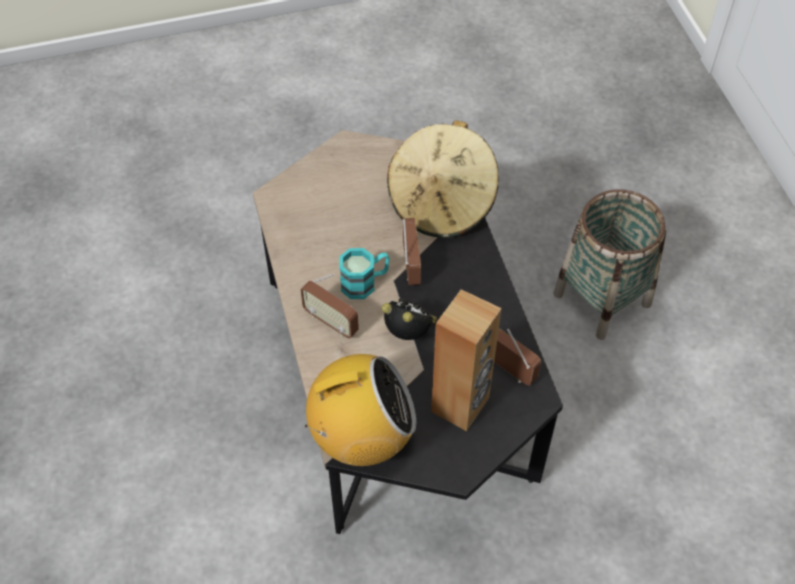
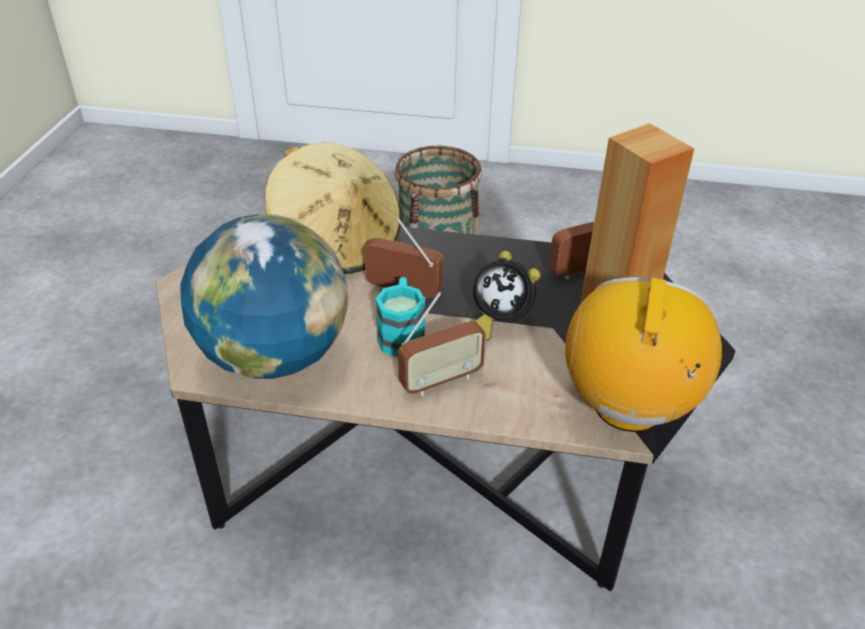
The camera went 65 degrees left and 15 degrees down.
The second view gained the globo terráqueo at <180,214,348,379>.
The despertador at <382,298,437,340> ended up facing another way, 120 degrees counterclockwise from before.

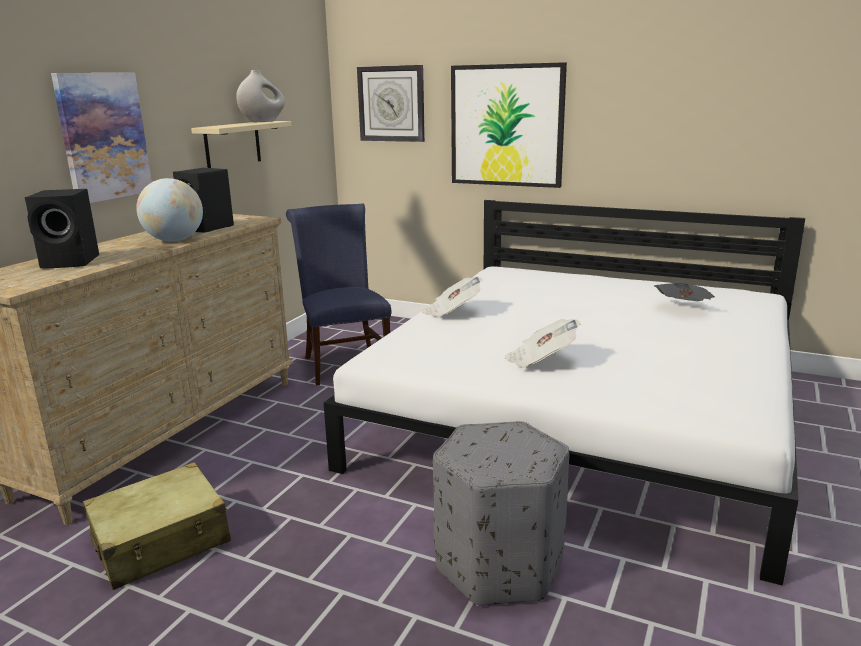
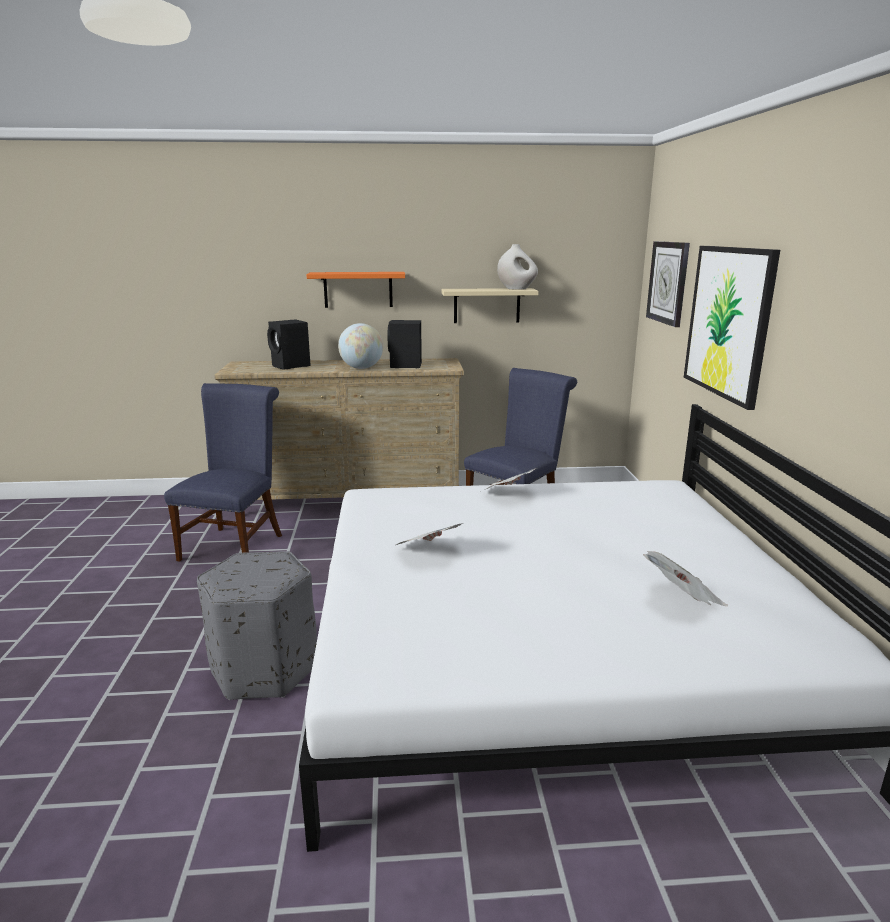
The camera went 60 degrees right and 0 degrees up.
Where the maleta [beis] stood at <83,462,231,590>, the silla [azul] came to stand at <164,383,282,561>.
Where the cuadro hung at <51,73,152,203>, the estante [naranja] came to hang at <306,272,405,308>.

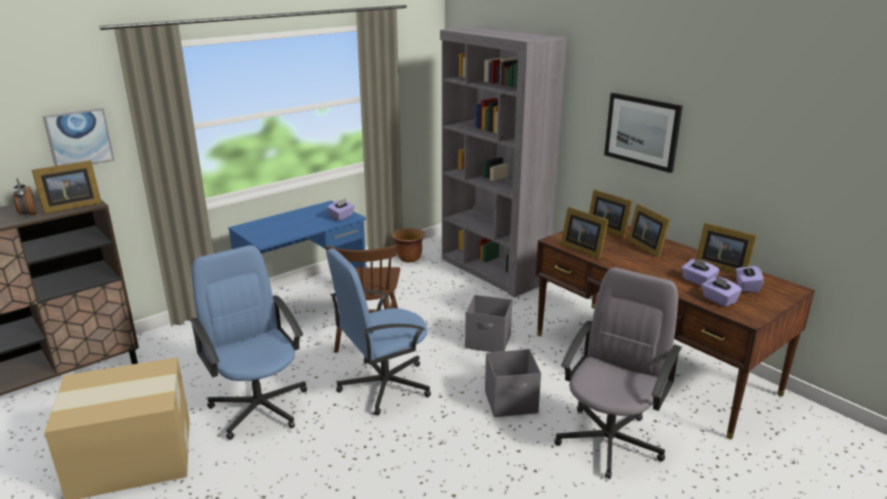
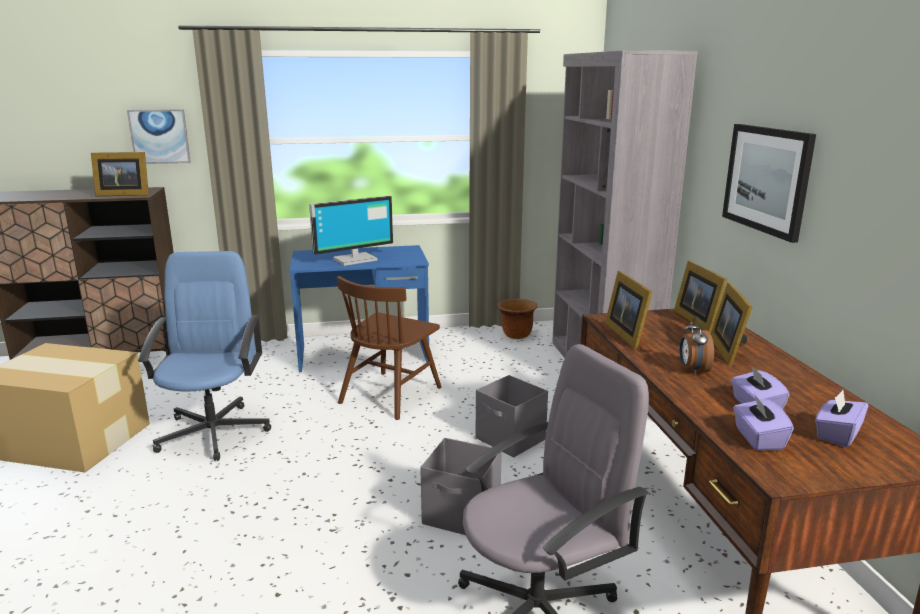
The camera went 30 degrees right and 5 degrees down.
The second view gained the monitor at <309,196,393,266>.
The despertador ended up elsewhere, having gone from <13,178,37,218> to <680,316,714,375>.
The second view lost the caja de pañuelos [morado] at <327,198,355,221>.
The second view lost the silla de oficina [azul] at <327,248,431,415>.
The second view lost the portarretratos at <696,223,757,274>.

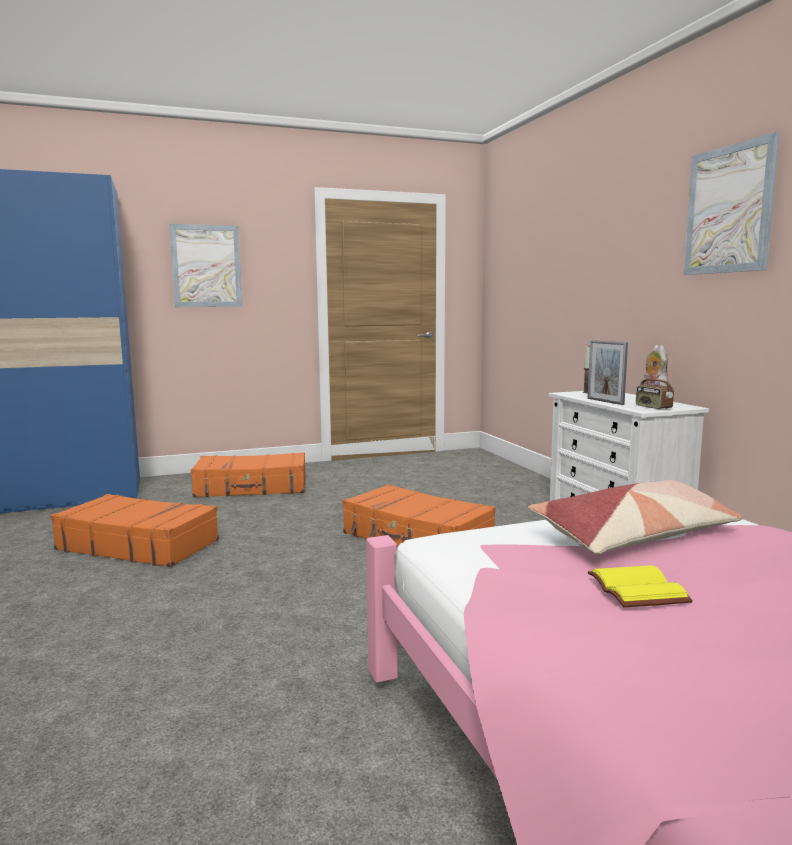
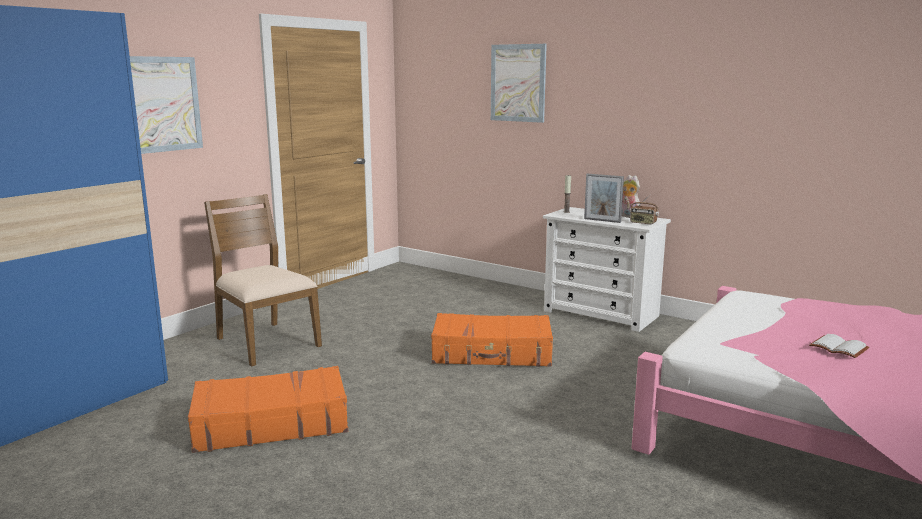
The camera went 35 degrees left and 5 degrees up.
Where the maleta [naranja] stood at <191,452,306,497>, the silla [marrón] came to stand at <204,194,322,367>.
The cuadro ended up elsewhere, having gone from <683,132,780,275> to <491,44,547,123>.
What was the libro [amarillo] at <588,565,693,607> turned into the libro [blanco] at <809,334,869,358>.
The second view lost the cojín at <528,480,744,554>.

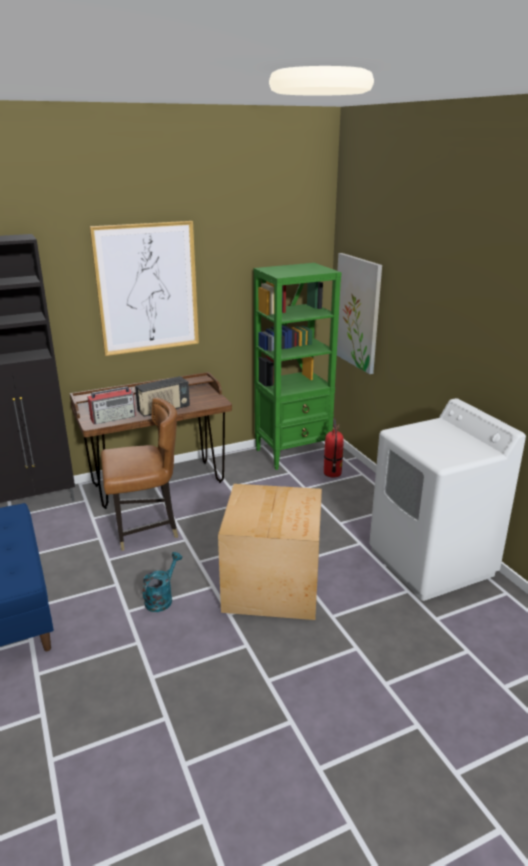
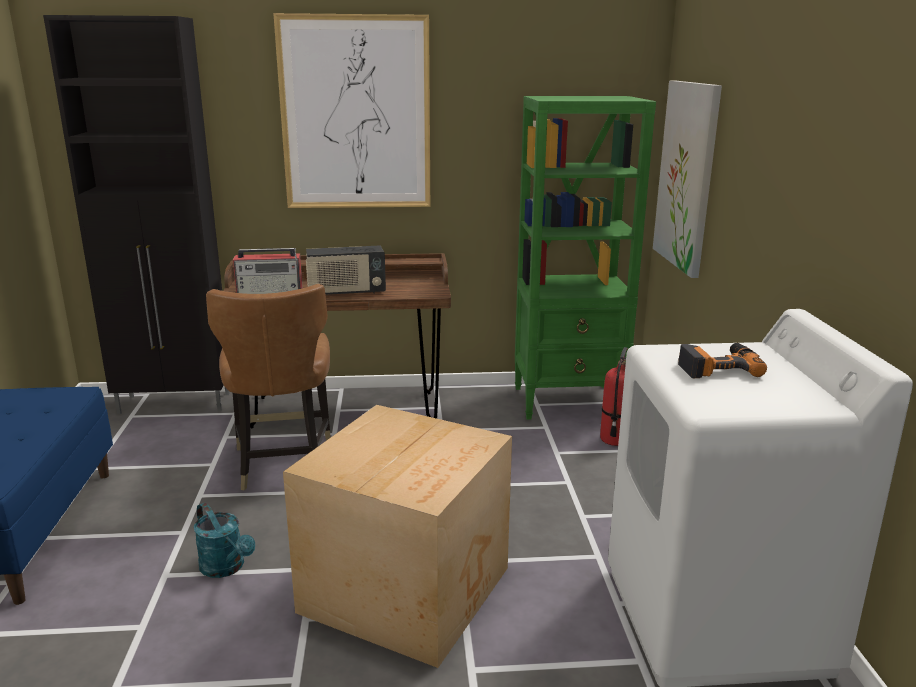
The camera went 20 degrees right and 5 degrees down.
The regadera [turquesa] at <143,552,182,612> ended up facing another way, 90 degrees clockwise from before.
The silla [marrón] at <101,397,178,551> ended up facing another way, 75 degrees clockwise from before.
The second view gained the taladro at <678,343,767,378>.

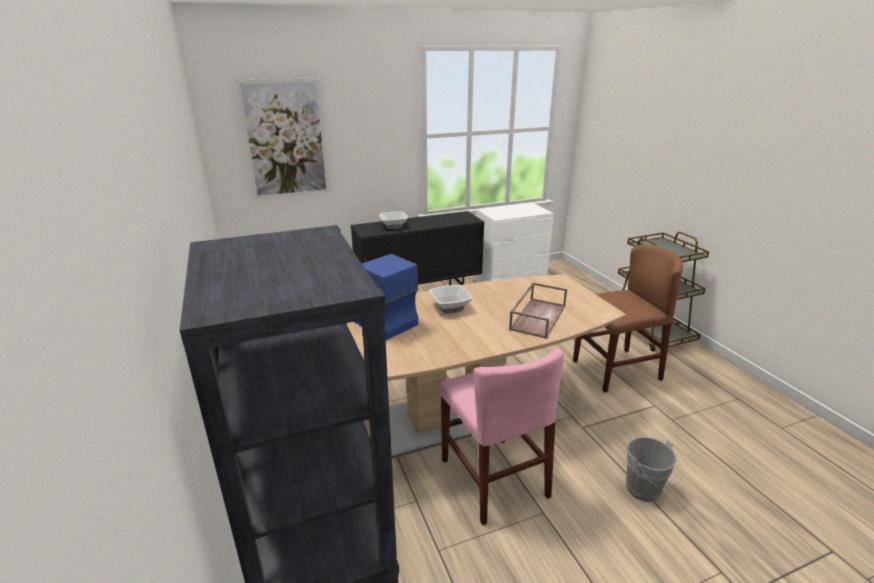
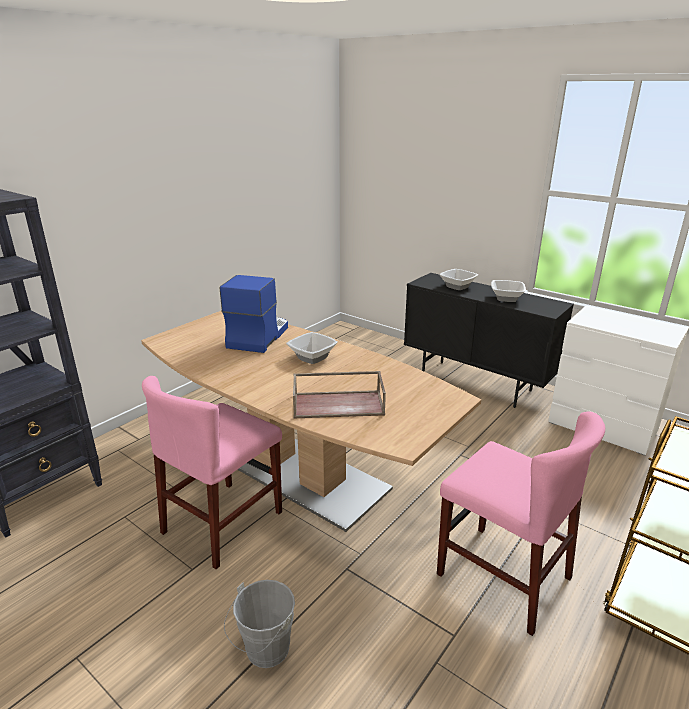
The camera went 60 degrees right and 0 degrees up.
What was the silla [marrón] at <573,245,683,393> turned into the silla [rosa] at <437,411,605,636>.
The second view gained the cuenco at <491,280,526,302>.
The second view lost the cuadro at <235,78,330,200>.

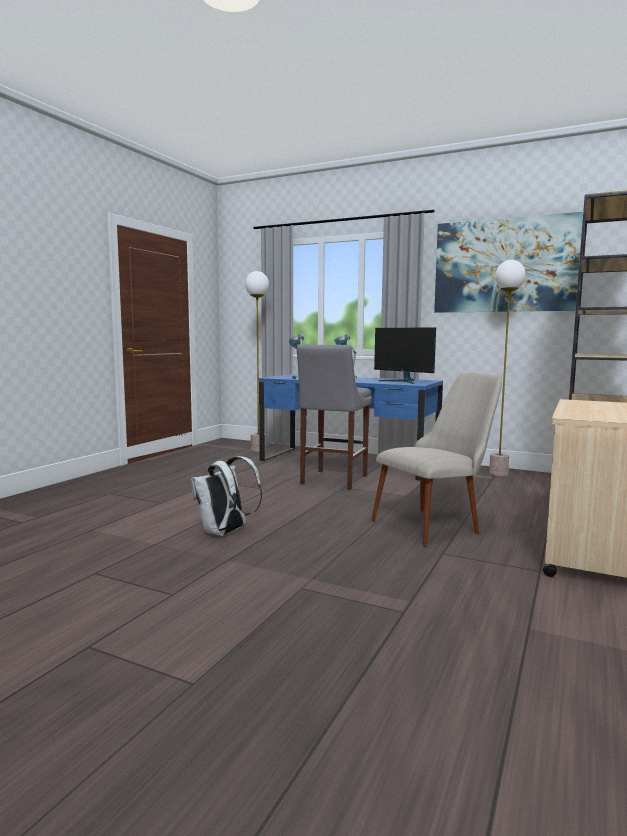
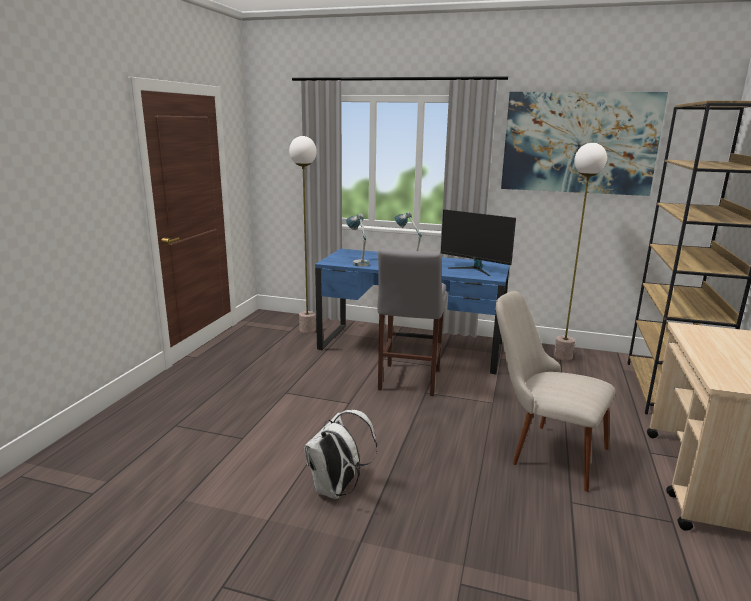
The camera went 10 degrees left and 10 degrees up.
The silla [beis] at <371,372,502,547> ended up facing another way, 105 degrees counterclockwise from before.

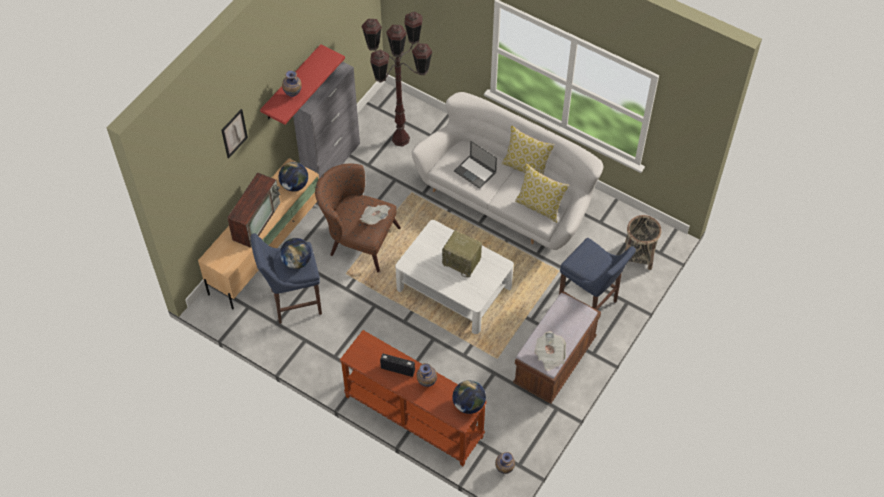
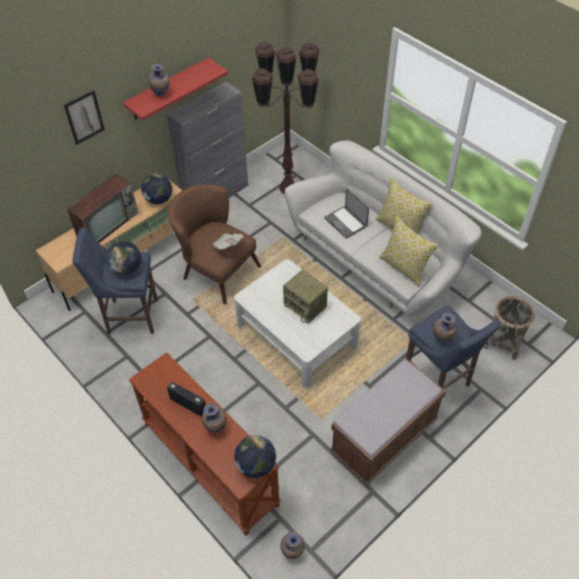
The camera went 15 degrees right and 5 degrees down.
The second view gained the florero at <433,313,457,342>.
The second view lost the periódico at <534,331,566,371>.

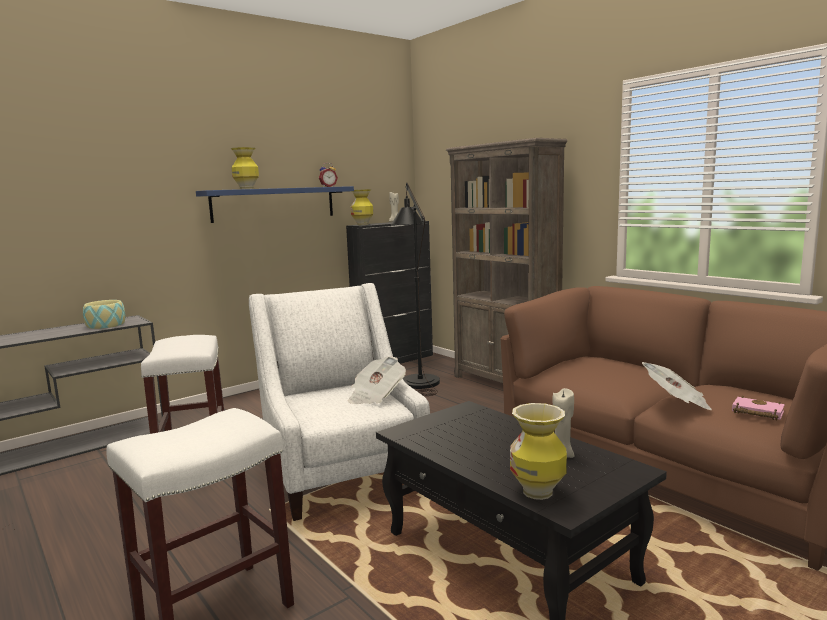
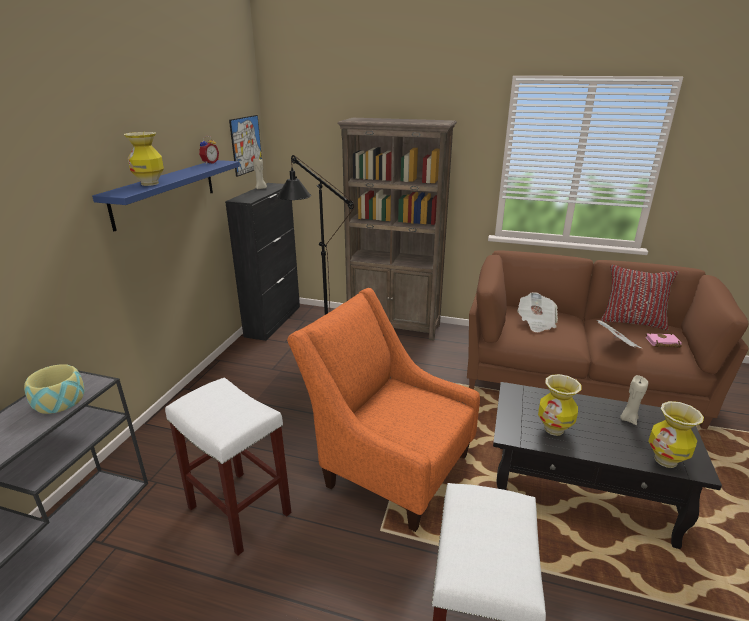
The camera went 35 degrees left and 15 degrees up.
The second view gained the cuadro at <229,115,262,177>.
What was the sillón [blanco] at <249,283,430,521> turned into the sillón [naranja] at <287,288,480,532>.
The periódico ended up elsewhere, having gone from <348,356,406,404> to <517,292,558,332>.
The florero ended up elsewhere, having gone from <351,189,373,225> to <538,374,581,436>.
The second view gained the cojín [rojo] at <601,265,679,331>.

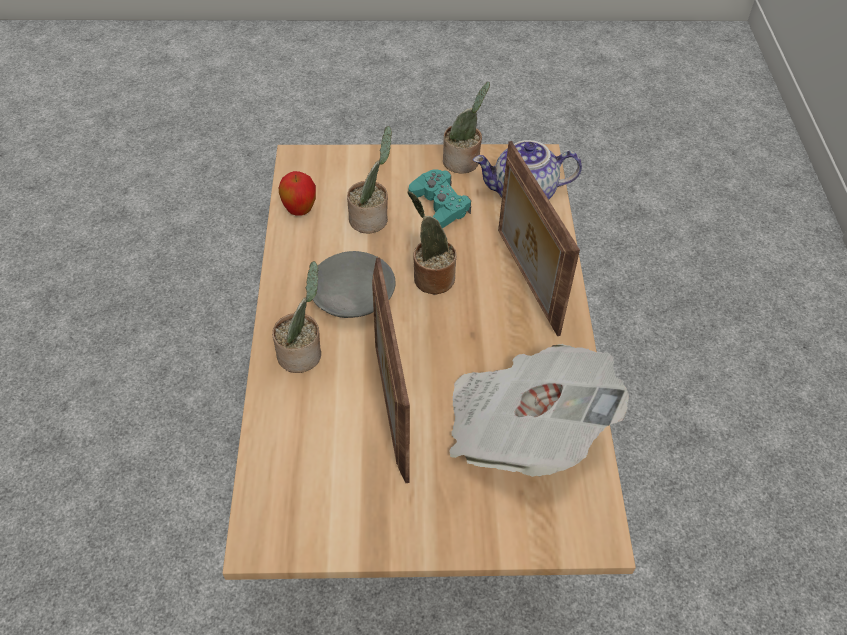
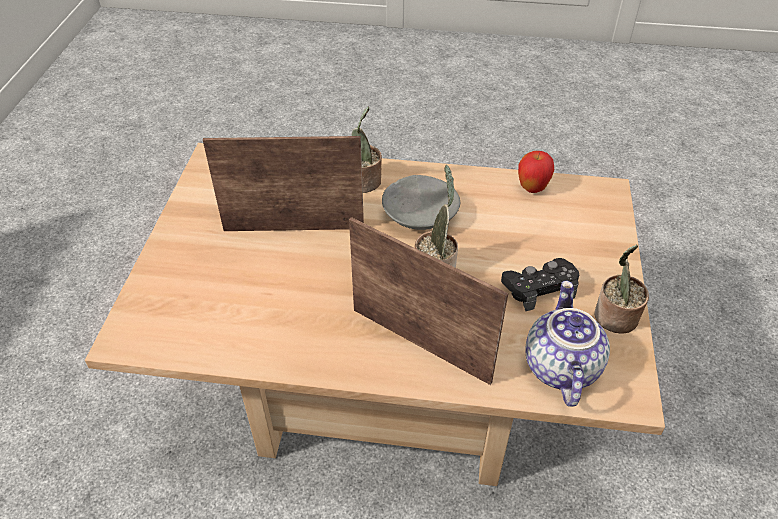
The camera went 100 degrees right and 5 degrees down.
The portarretratos at <498,141,580,336> ended up facing another way, 45 degrees clockwise from before.
What was the mando de consola [turquesa] at <409,169,471,228> turned into the mando de consola [negro] at <501,258,579,311>.
The second view lost the planta en maceta at <347,126,392,233>.
The second view lost the periódico at <449,344,629,477>.

